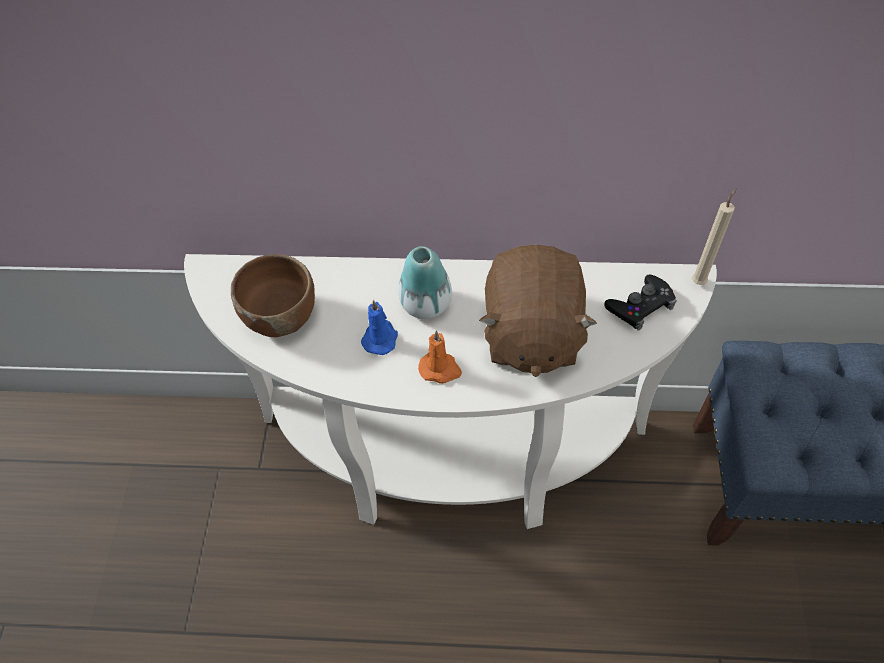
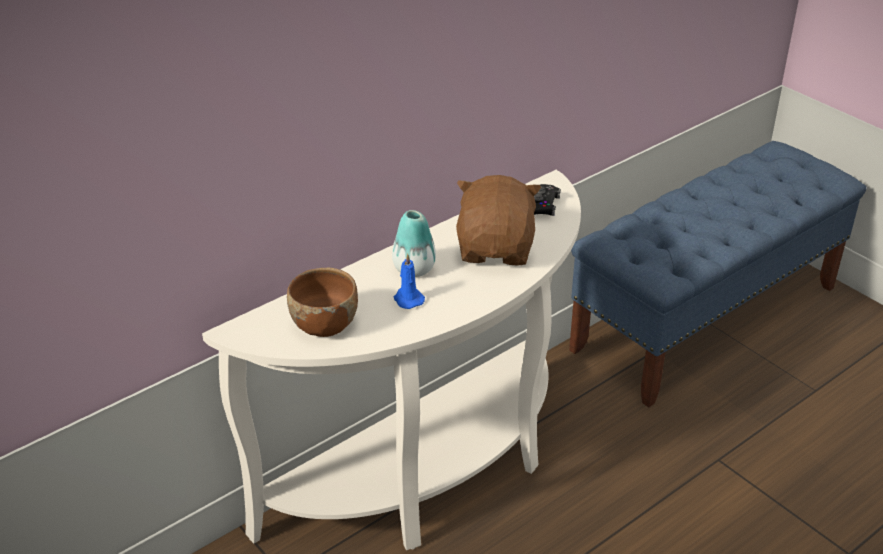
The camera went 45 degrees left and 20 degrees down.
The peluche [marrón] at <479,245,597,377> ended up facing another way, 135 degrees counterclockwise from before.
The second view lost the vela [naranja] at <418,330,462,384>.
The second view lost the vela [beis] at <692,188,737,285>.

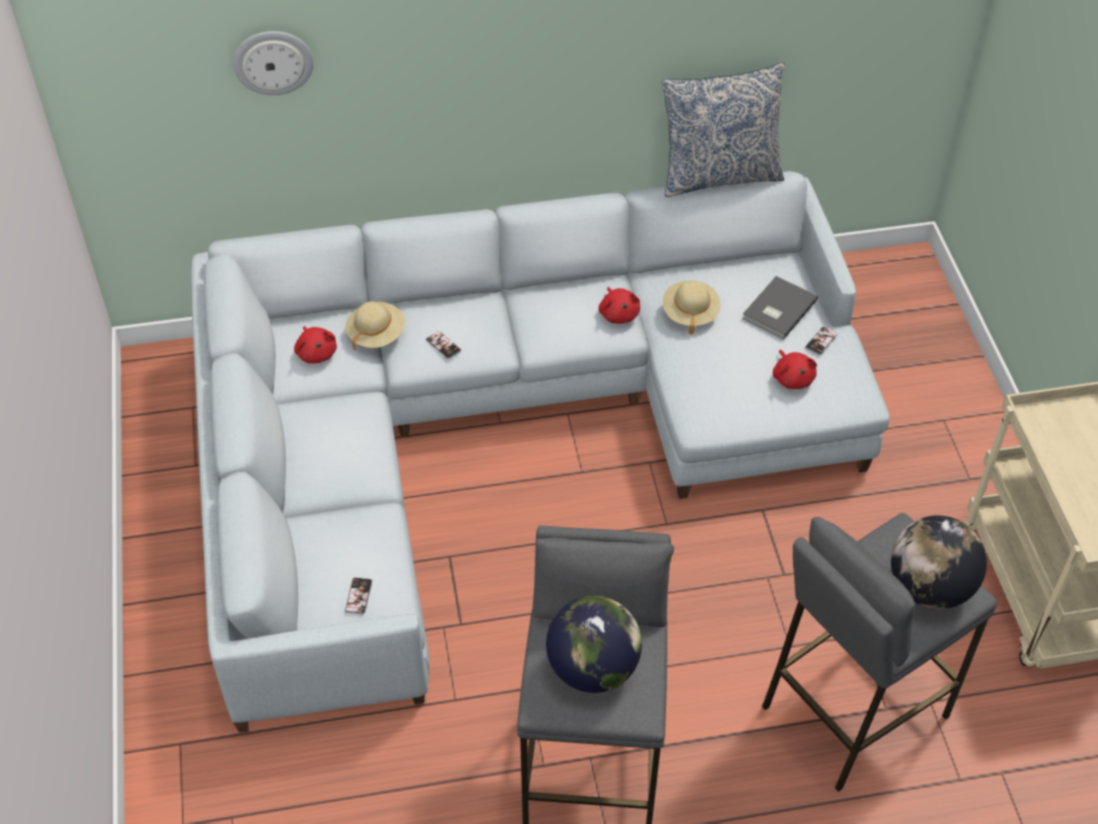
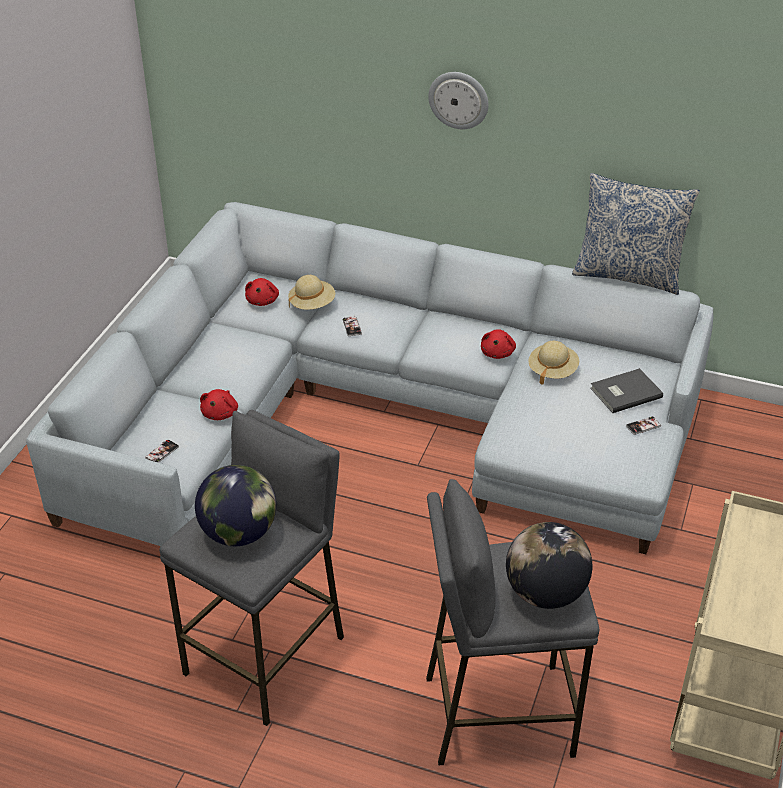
The camera went 30 degrees right and 10 degrees down.
The peluche [rojo] ended up elsewhere, having gone from <773,350,817,389> to <200,389,238,420>.
The reloj de pared ended up elsewhere, having gone from <233,31,314,95> to <428,72,488,129>.

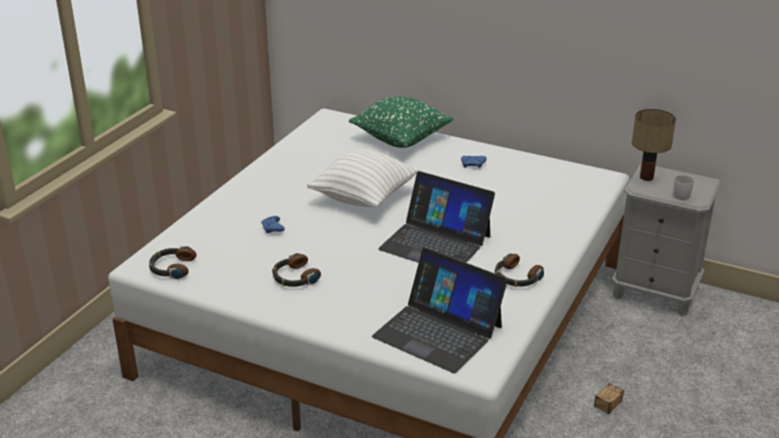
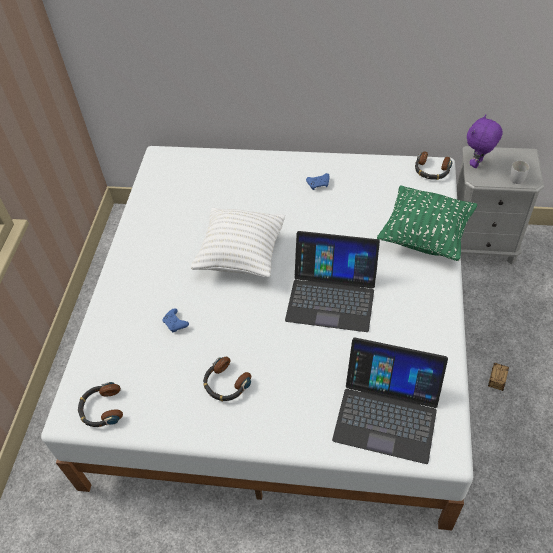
The camera went 15 degrees left and 20 degrees up.
The cojín [verde] ended up elsewhere, having gone from <349,96,453,148> to <377,185,477,261>.
The auriculares ended up elsewhere, having gone from <495,254,544,287> to <415,151,453,180>.
Where the lámpara de mesa stood at <632,109,676,181>, the peluche [morado] came to stand at <467,114,503,168>.

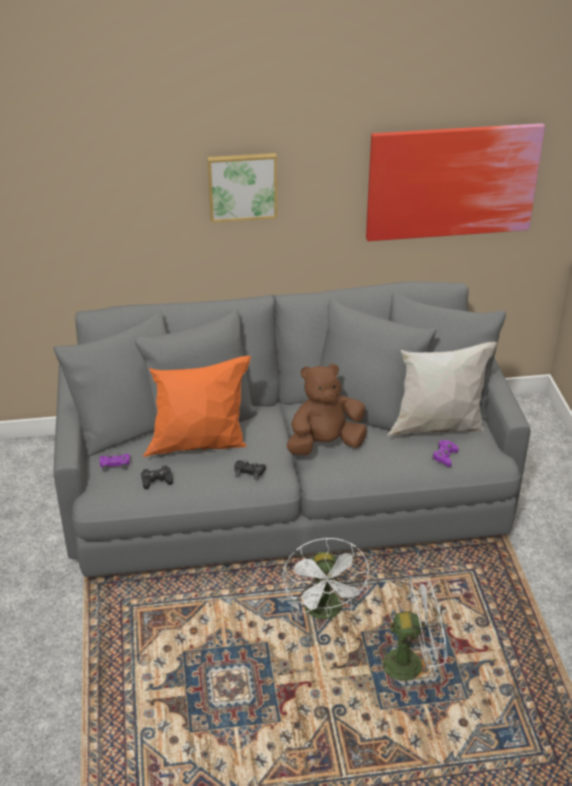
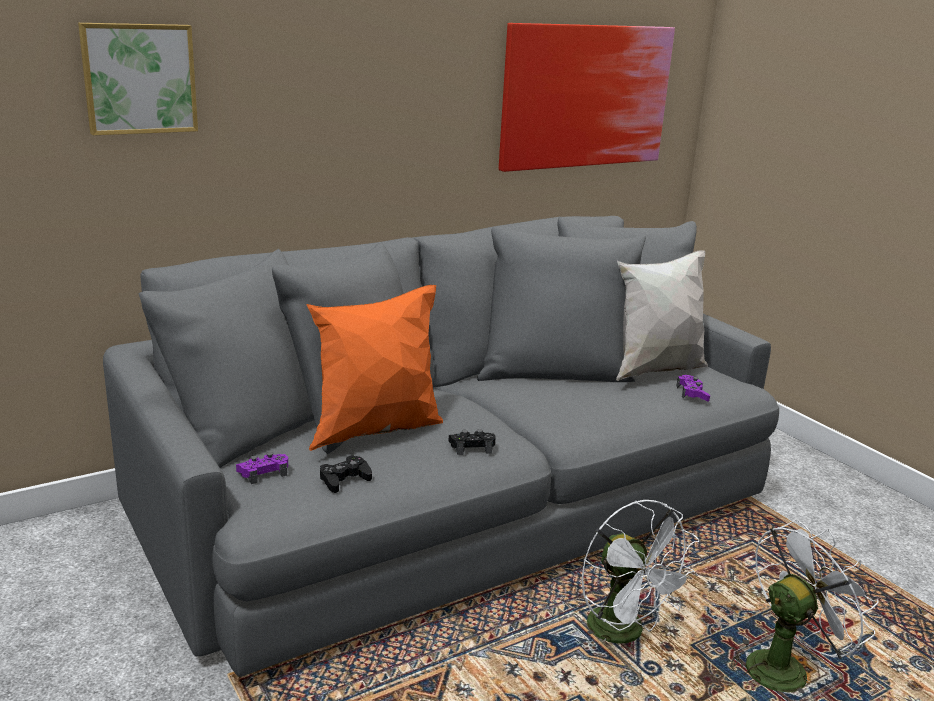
The camera went 25 degrees left and 15 degrees down.
The cuadro ended up elsewhere, having gone from <207,153,277,223> to <78,23,198,135>.
The second view lost the peluche [marrón] at <286,363,367,455>.

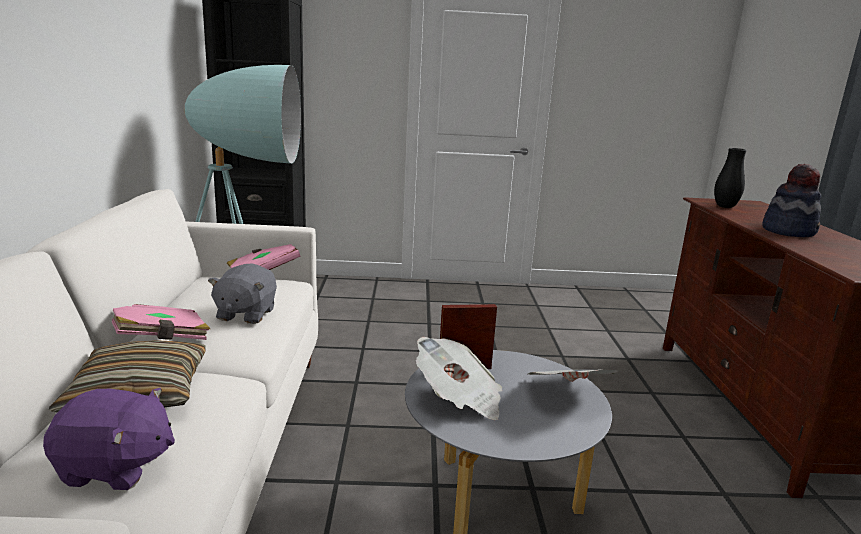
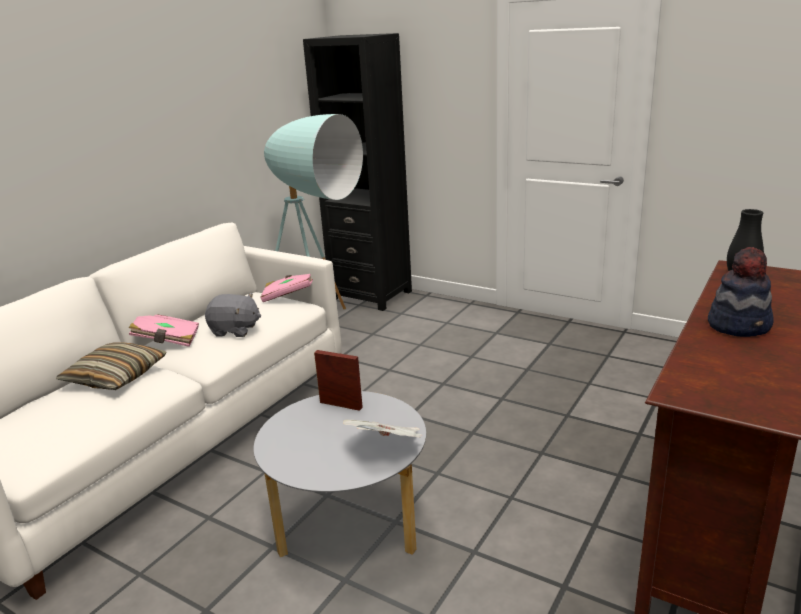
The camera went 35 degrees right and 5 degrees up.
The peluche [gris] at <208,263,277,324> ended up facing another way, 120 degrees counterclockwise from before.
The second view lost the peluche [morado] at <43,388,175,490>.
The second view lost the periódico at <416,337,502,420>.

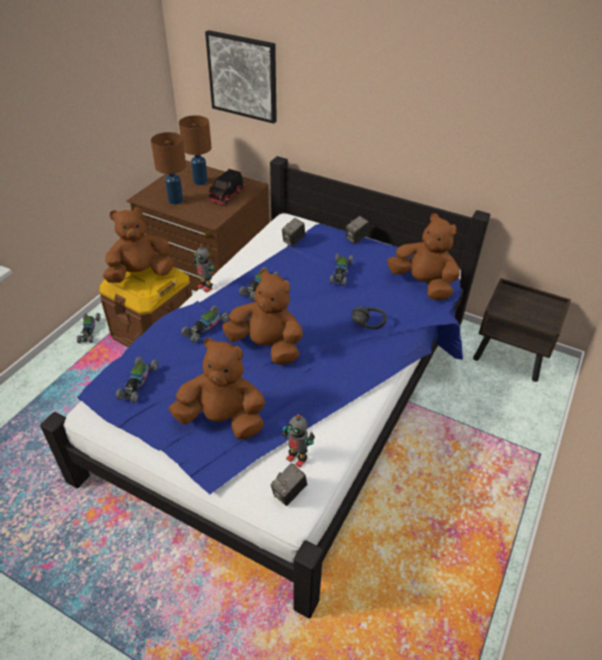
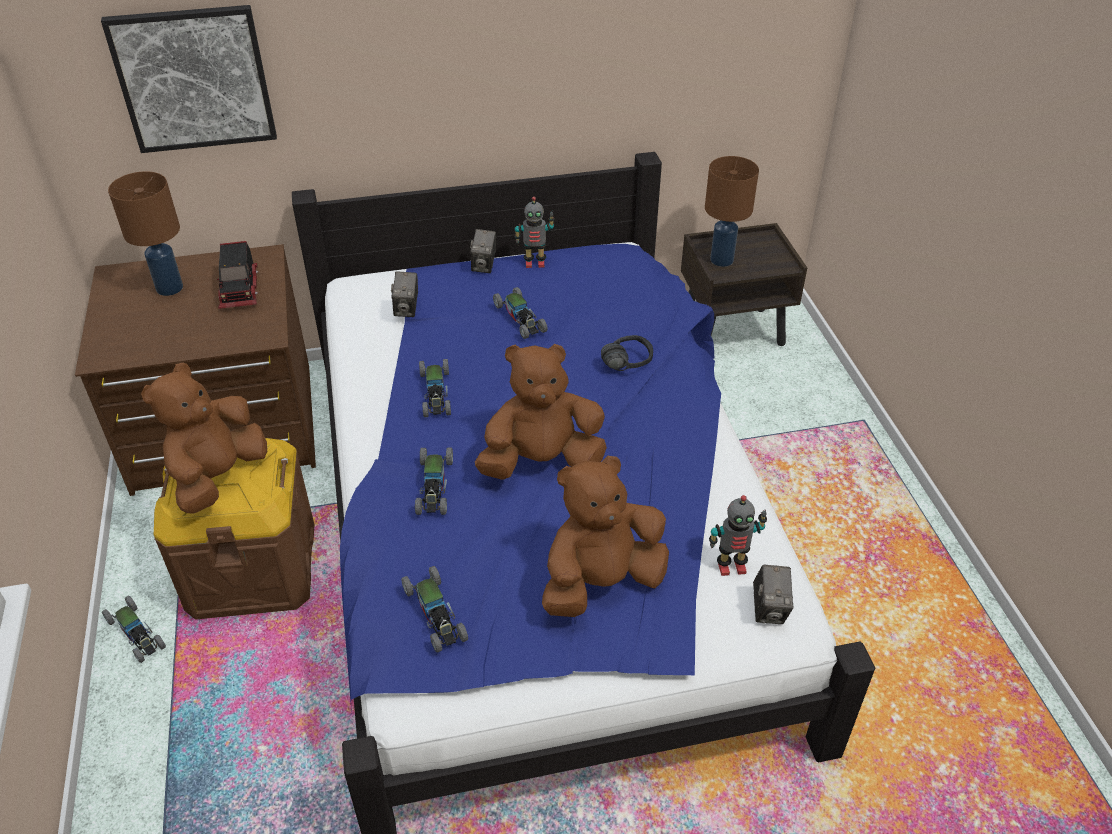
The camera went 40 degrees left and 0 degrees up.
The robot de juguete ended up elsewhere, having gone from <194,244,214,292> to <514,196,554,268>.
The lámpara de mesa [marrón] ended up elsewhere, having gone from <151,132,186,205> to <705,156,759,267>.
The second view lost the peluche [marrón] at <387,213,460,300>.

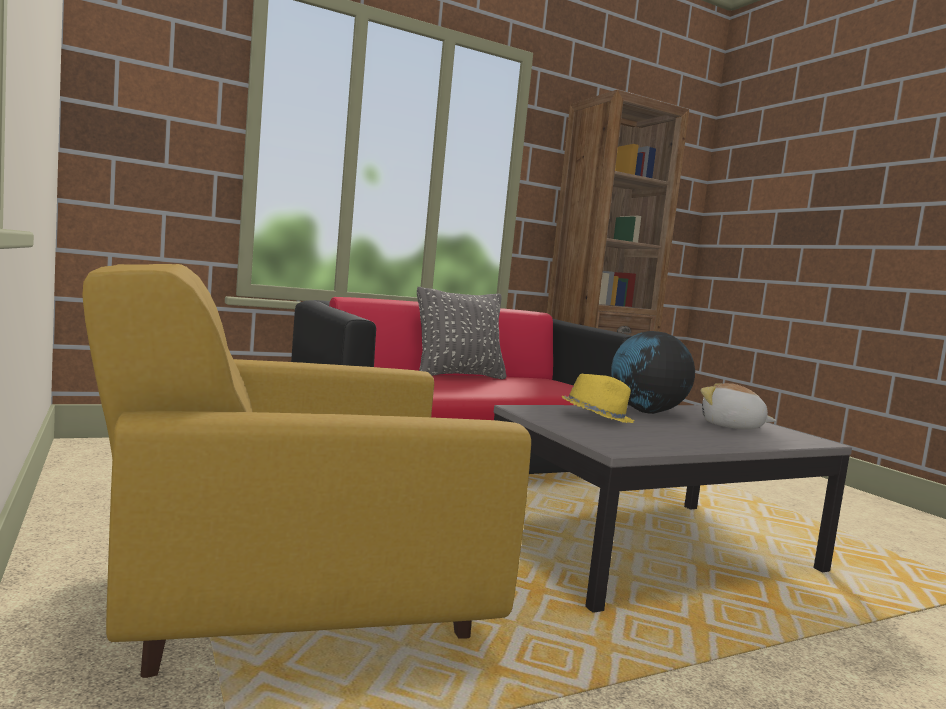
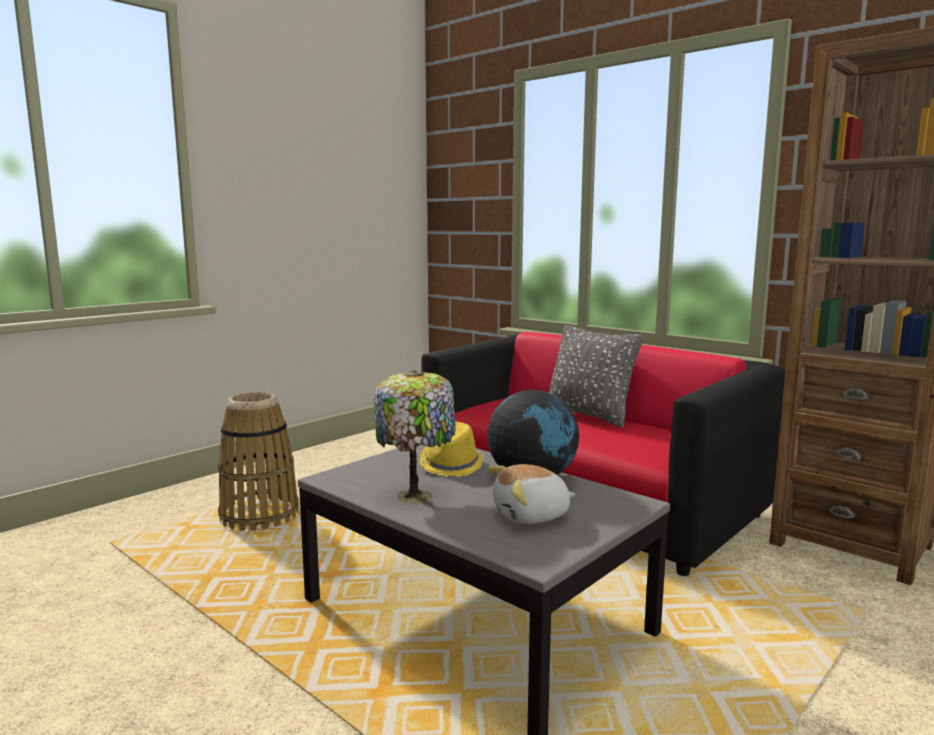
The camera went 70 degrees right and 5 degrees up.
Where the sillón [amarillo] stood at <82,264,531,678>, the cesta came to stand at <218,392,299,531>.
The second view gained the lámpara de mesa at <374,370,456,504>.
The peluche at <701,383,776,429> ended up facing another way, 120 degrees counterclockwise from before.

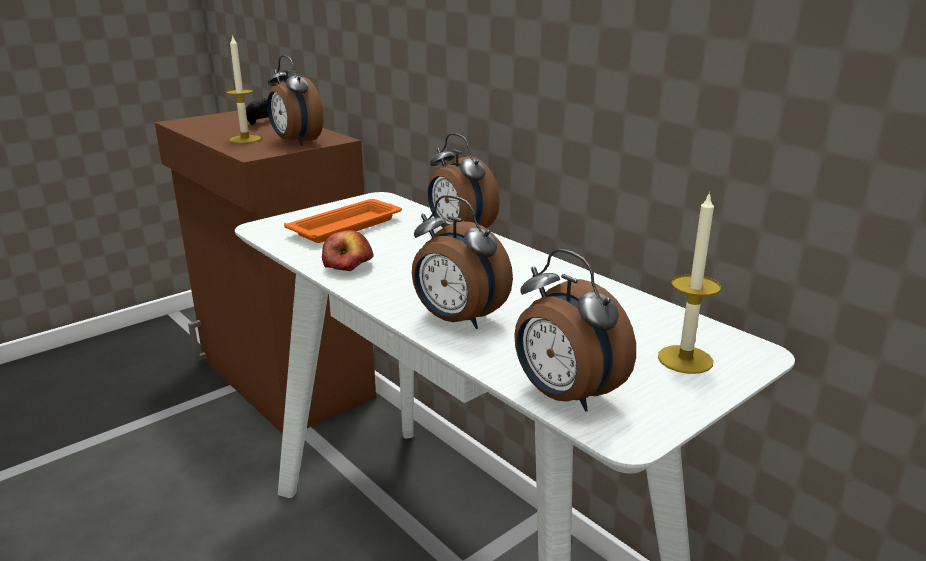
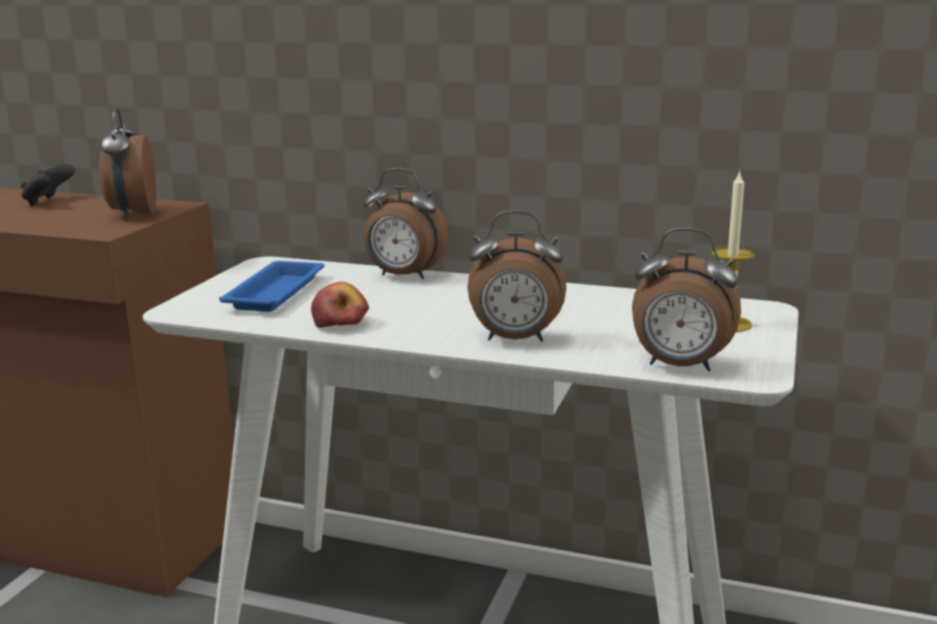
The camera went 30 degrees left and 5 degrees down.
The despertador at <267,55,323,146> ended up facing another way, 60 degrees clockwise from before.
What was the bandeja [naranja] at <284,199,402,243> turned into the bandeja [azul] at <219,261,324,312>.
The second view lost the vela at <226,34,261,143>.

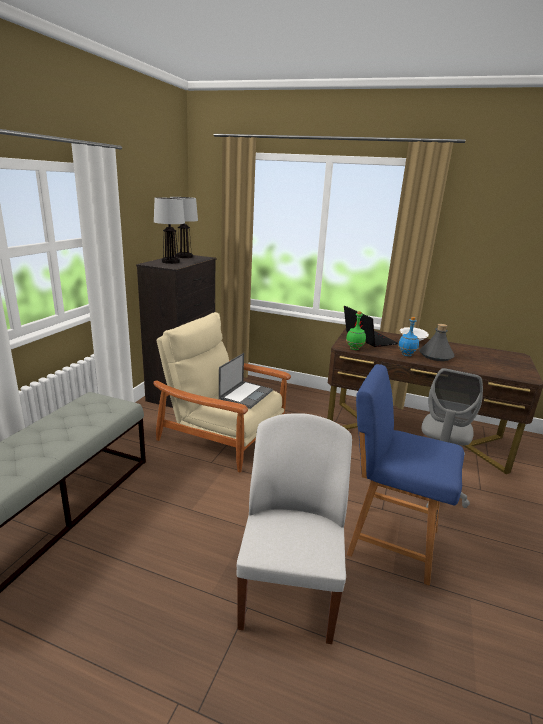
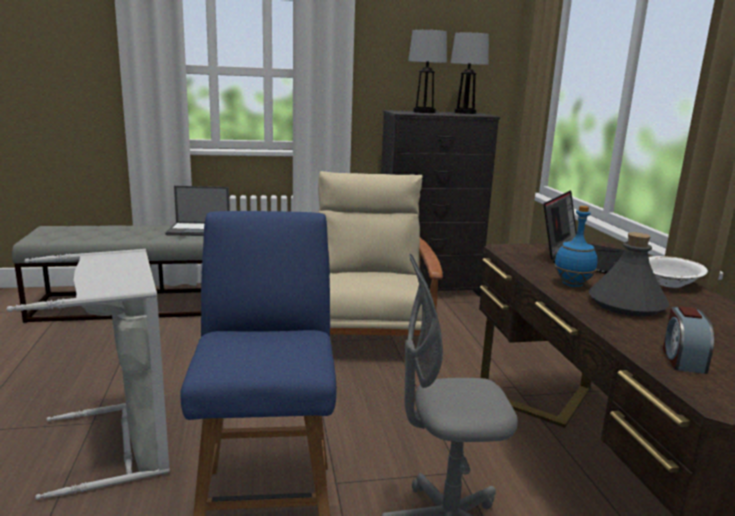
The camera went 60 degrees right and 5 degrees down.
Where the silla [blanco] stood at <237,413,352,644>, the cesto de la ropa [gris] came to stand at <6,249,170,500>.
The portátil ended up elsewhere, having gone from <219,353,273,409> to <165,186,229,236>.
The second view gained the despertador at <663,306,714,374>.
The second view lost the botella [verde] at <346,311,366,350>.

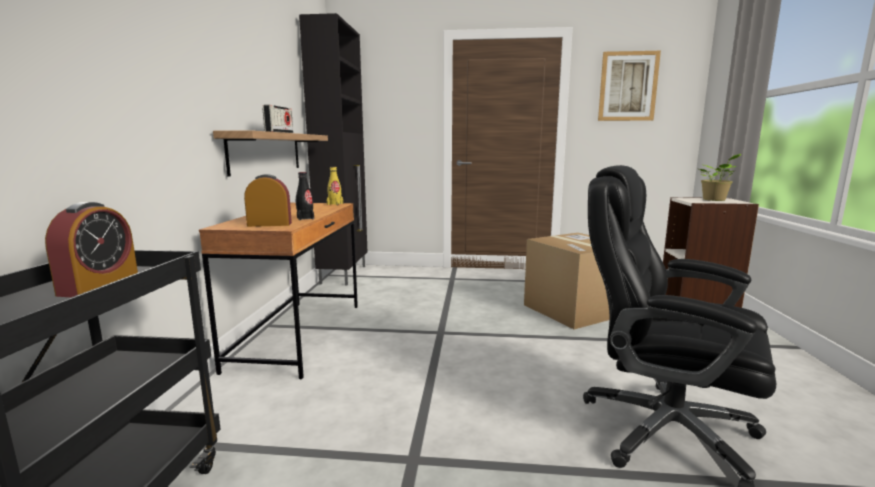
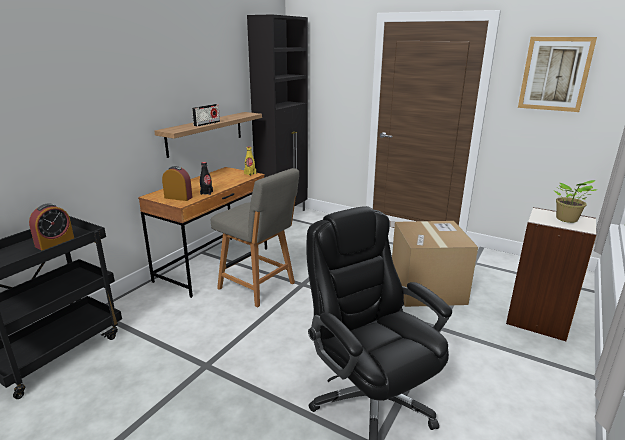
The camera went 25 degrees right and 10 degrees up.
The second view gained the silla [gris] at <211,168,299,308>.

